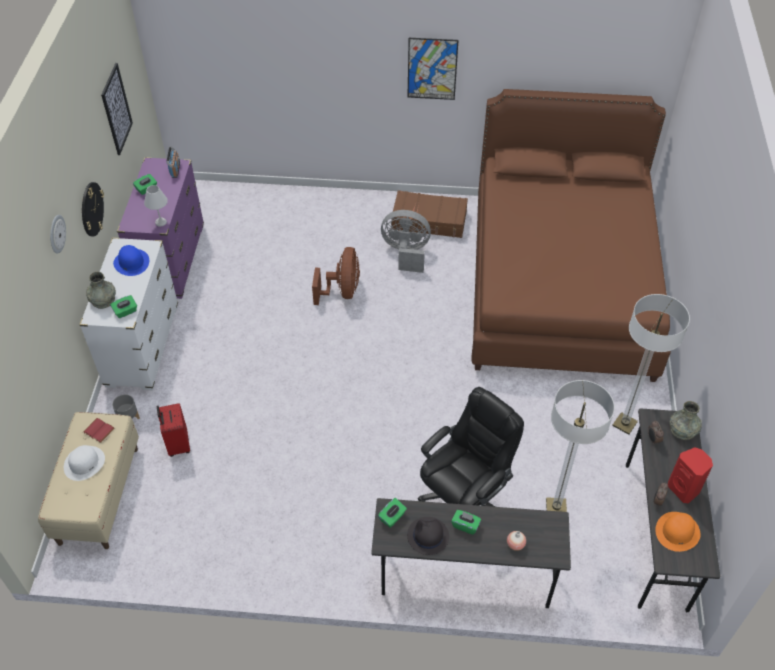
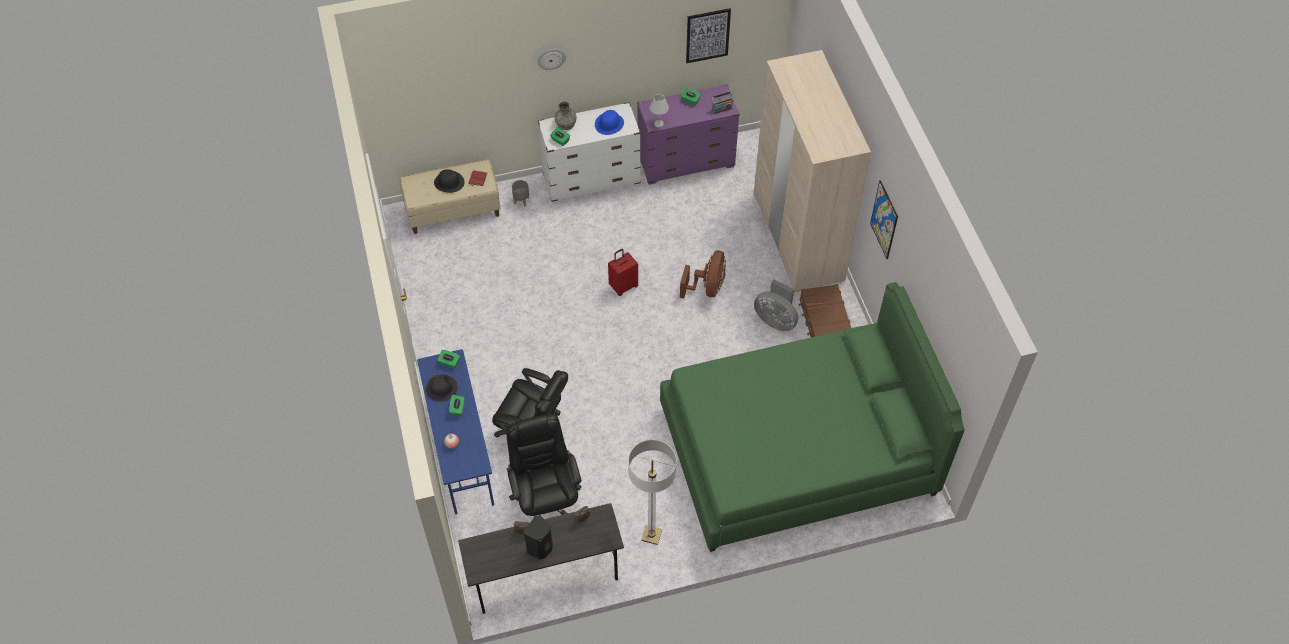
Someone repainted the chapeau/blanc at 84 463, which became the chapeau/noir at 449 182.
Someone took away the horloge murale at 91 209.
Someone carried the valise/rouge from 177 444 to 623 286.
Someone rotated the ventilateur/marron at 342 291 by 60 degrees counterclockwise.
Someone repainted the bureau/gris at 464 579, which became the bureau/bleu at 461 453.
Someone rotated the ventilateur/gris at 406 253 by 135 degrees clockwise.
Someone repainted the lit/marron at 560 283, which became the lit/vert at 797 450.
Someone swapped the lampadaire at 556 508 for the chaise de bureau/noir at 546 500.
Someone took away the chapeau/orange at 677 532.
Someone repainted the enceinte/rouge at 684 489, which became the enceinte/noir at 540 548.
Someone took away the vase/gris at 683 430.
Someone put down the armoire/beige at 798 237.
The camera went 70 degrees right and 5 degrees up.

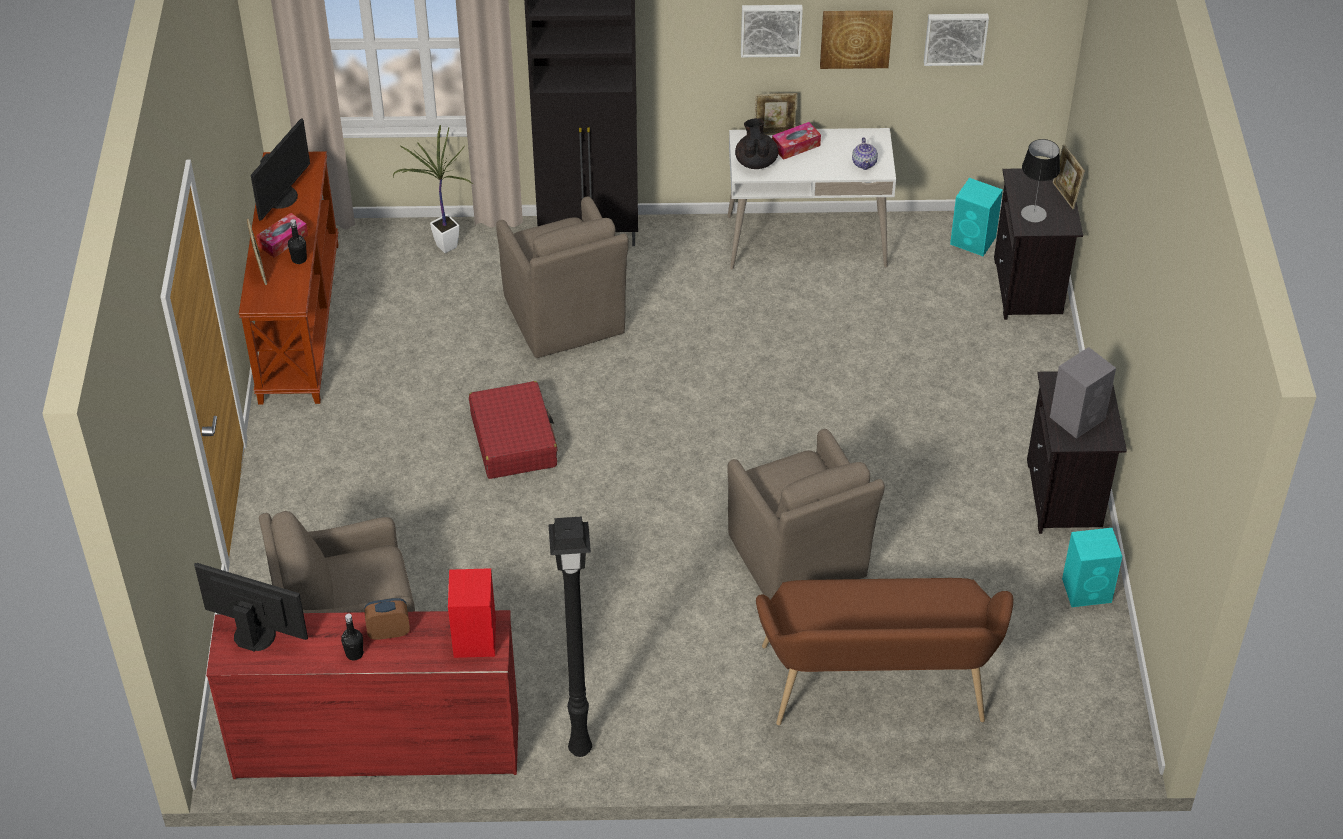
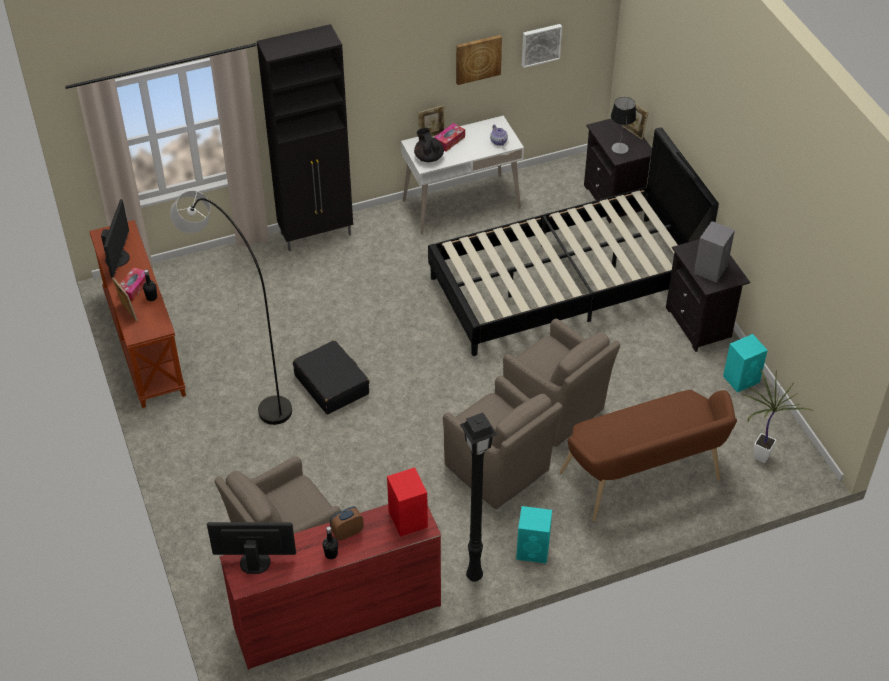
Someone carried the plante en pot from 442 247 to 758 458.
Someone repainted the valise/rouge at 514 440, which became the valise/noir at 331 384.
Someone carried the fauteuil/marron from 564 318 to 498 470.
Someone took away the tableau at 771 28.
Someone carried the enceinte/turquoise from 974 241 to 533 550.
Someone put down the lampadaire/gris at 240 373.
Someone put down the lit/noir at 565 284.
The camera went 20 degrees left and 0 degrees up.

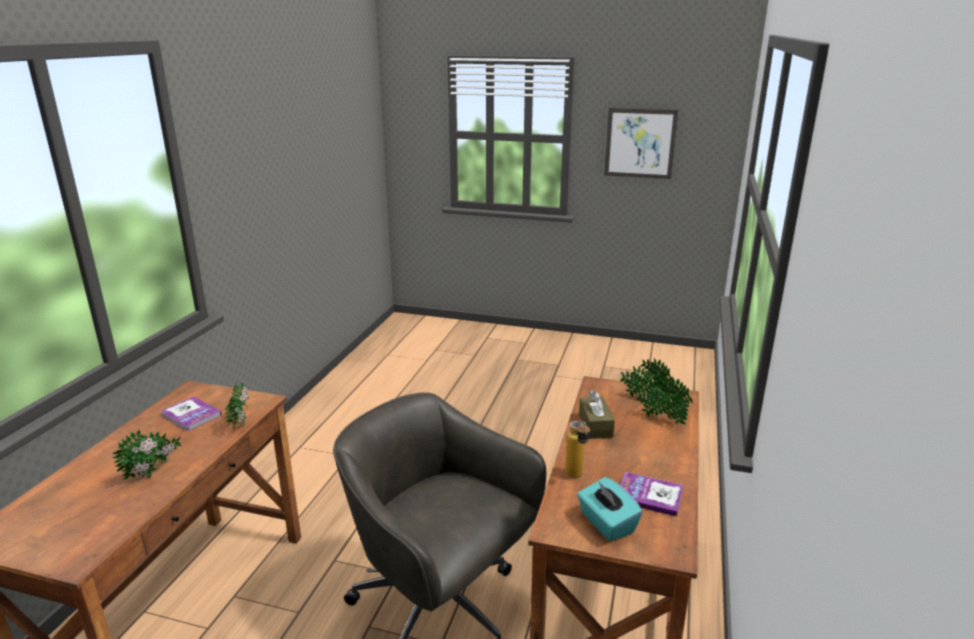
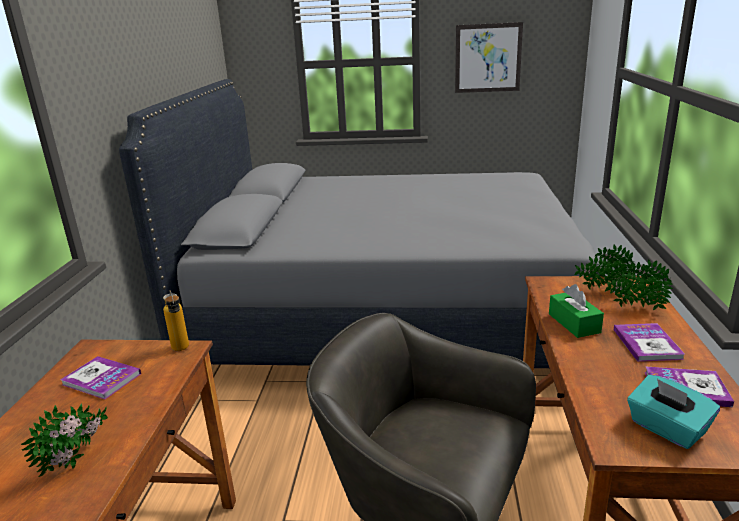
Someone took away the plante en pot at 241 423.
Someone carried the bouteille from 576 478 to 181 350.
Someone repainted the boîte à mouchoirs/marron at 595 425, which became the boîte à mouchoirs/vert at 574 323.
Someone put down the lit/gris at 390 312.
Someone put down the livre at 647 344.
The camera went 10 degrees left and 0 degrees up.

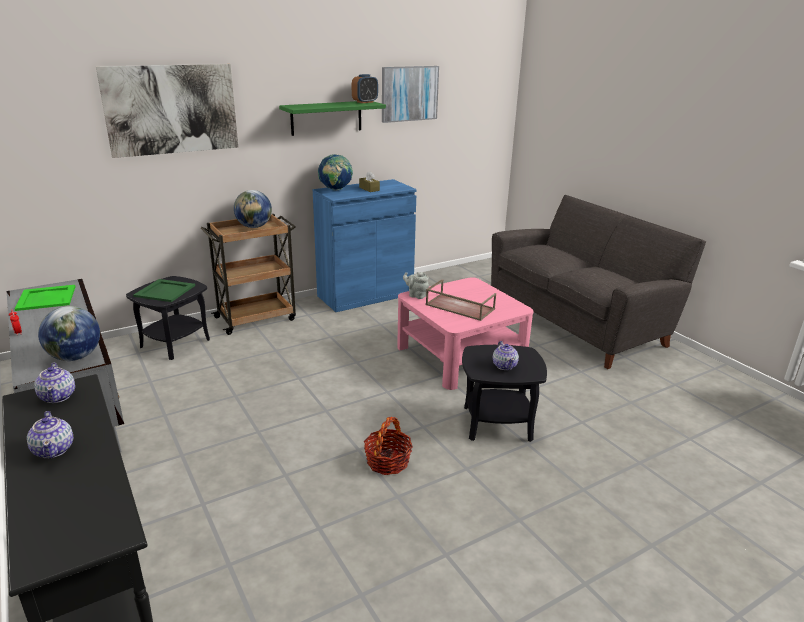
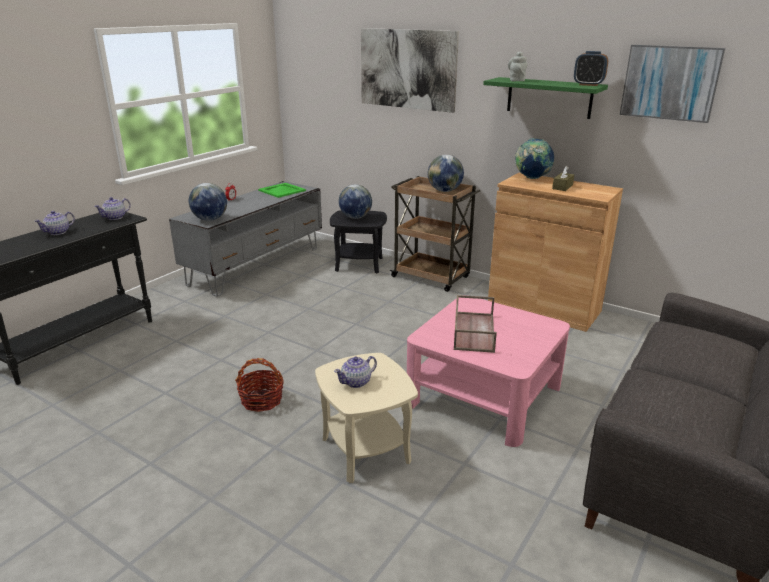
Someone swapped the plateau/vert at 164 291 for the globe at 355 217.
Someone repainted the meuble de rangement/bleu at 365 295, which became the meuble de rangement/marron at 543 308.
Someone carried the théière/gris from 416 295 to 516 80.
Someone repainted the table d'appoint/noir at 497 423, which became the table d'appoint/beige at 366 451.
The camera went 65 degrees right and 0 degrees up.

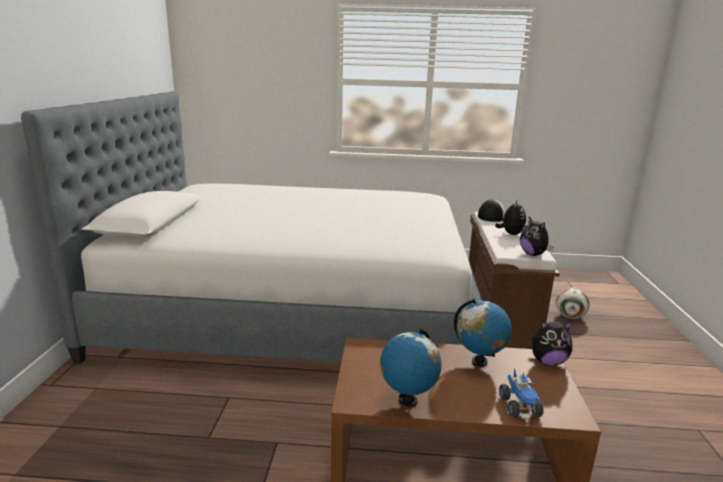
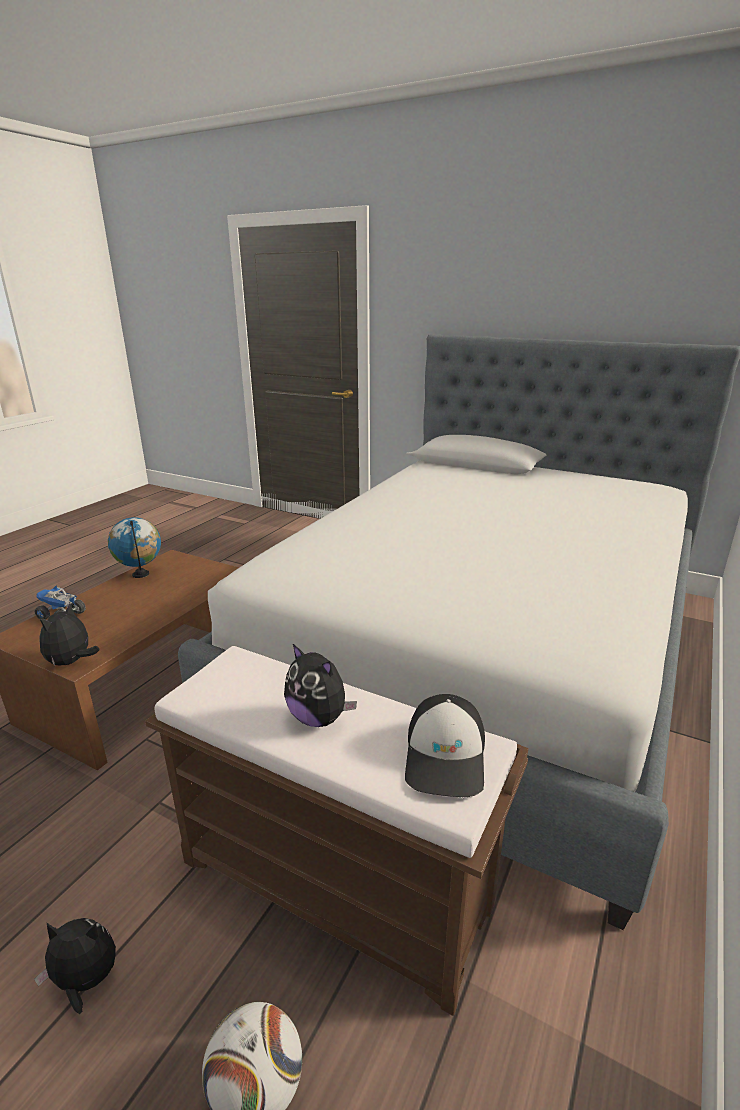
Someone took away the globe at 479 362.
Someone carried the peluche from 533 254 to 85 981.
The camera went 115 degrees right and 5 degrees up.

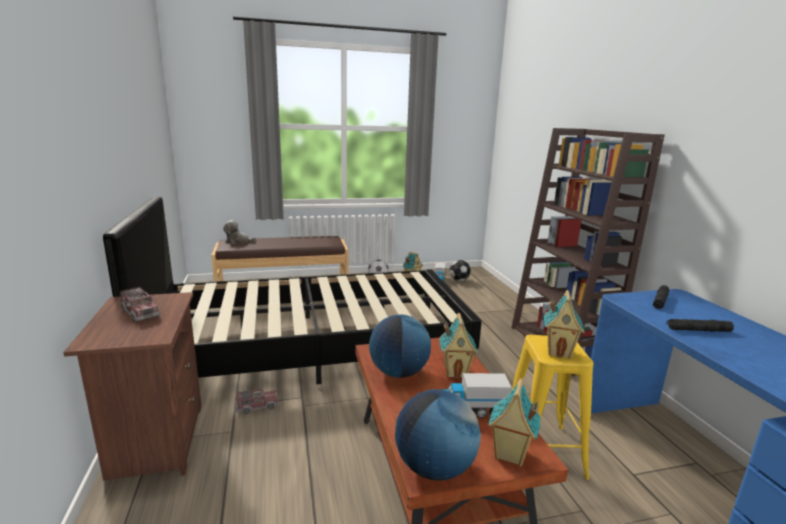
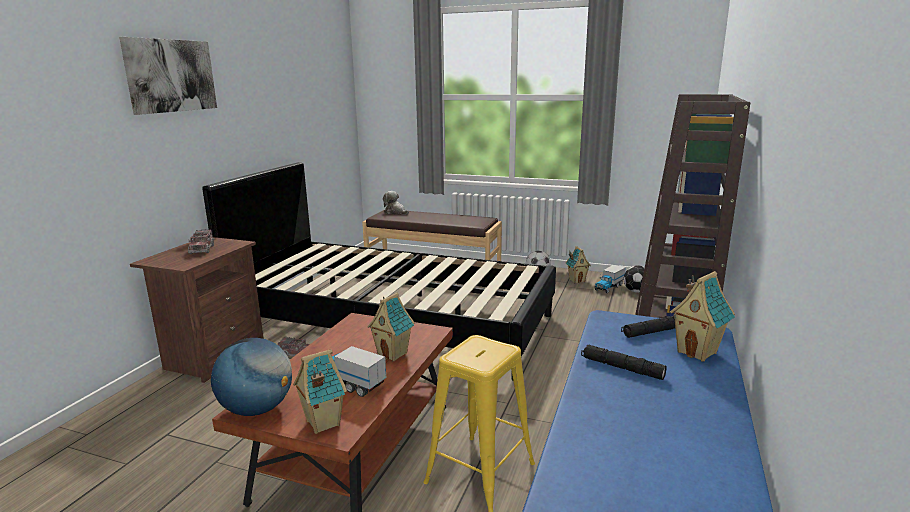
Someone took away the globe at 398 372.
Someone carried the maison miniature from 559 352 to 697 352.
Someone put up the tableau at 170 75.
The camera went 35 degrees right and 0 degrees up.

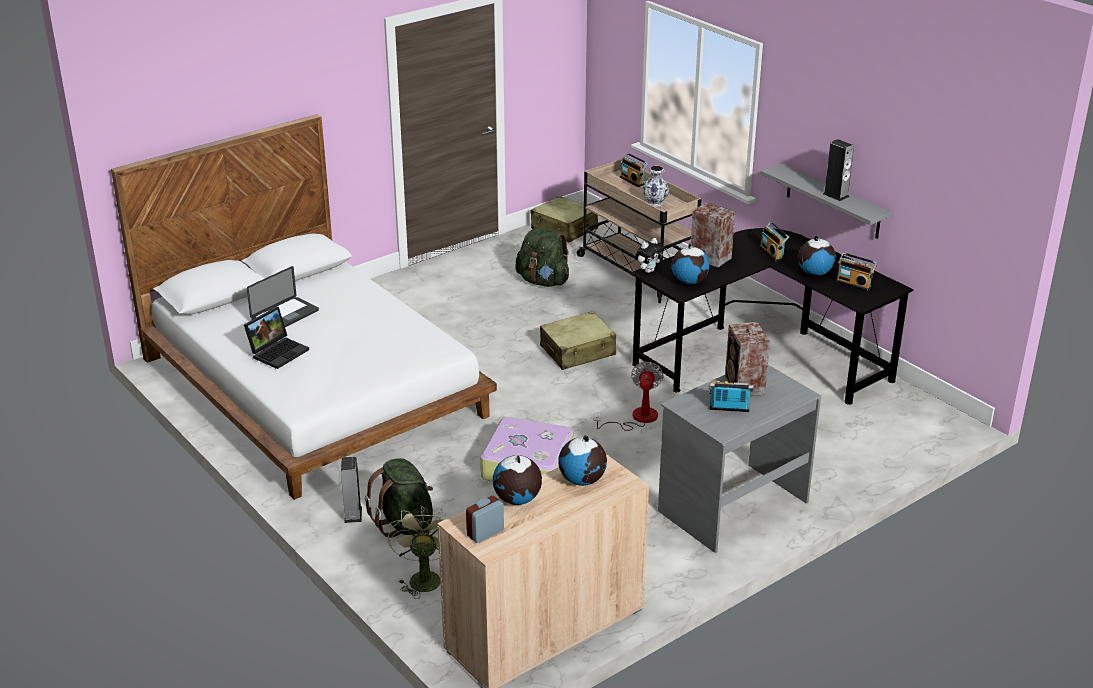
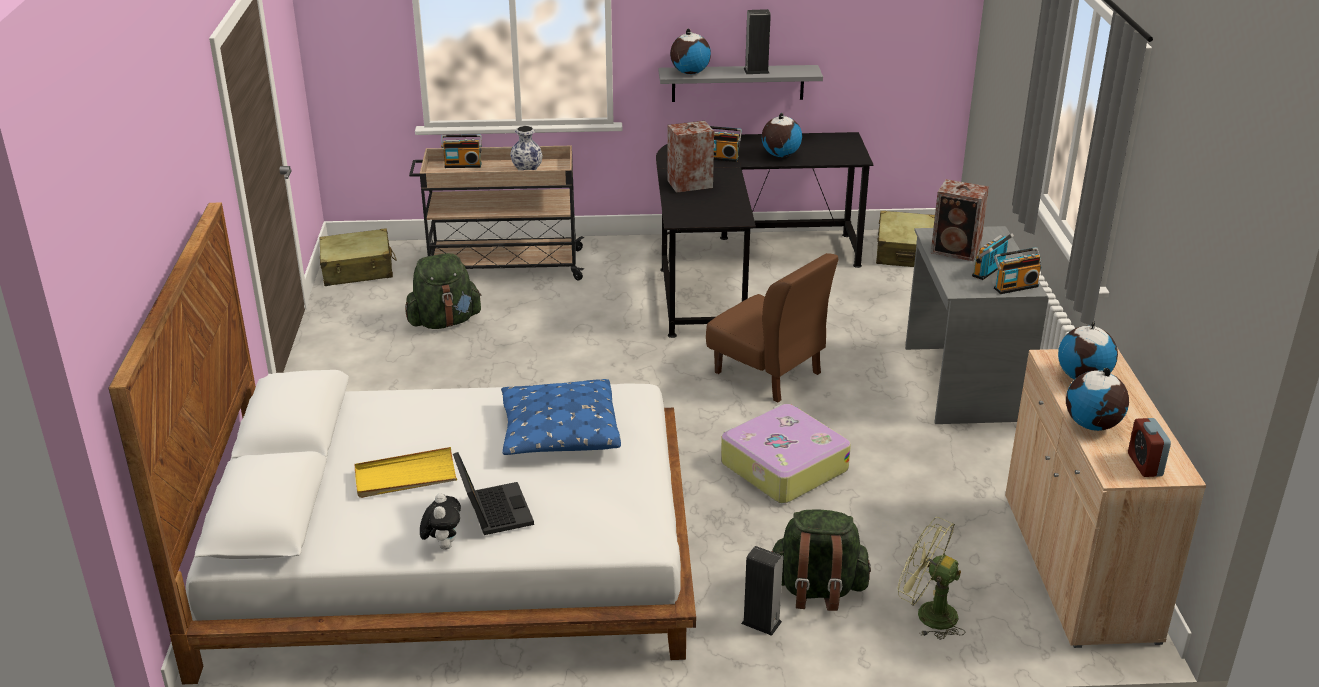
Someone swapped the ordinateur portable at 285 316 for the plateau/jaune at 405 477.
Someone carried the valise/beige from 578 351 to 904 251.
Someone swapped the ventilateur at 636 418 for the chaise/marron at 768 373.
Someone carried the peluche from 648 270 to 443 545.
Someone carried the globe from 689 281 to 689 73.
Someone carried the radio from 854 284 to 1014 286.
Someone put down the coussin/bleu at 559 432.
The camera went 55 degrees left and 0 degrees up.

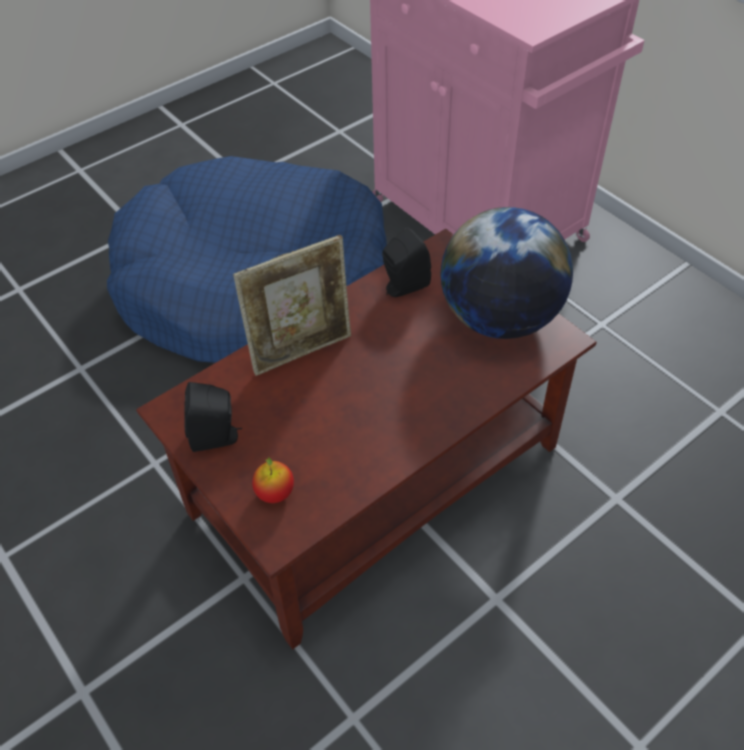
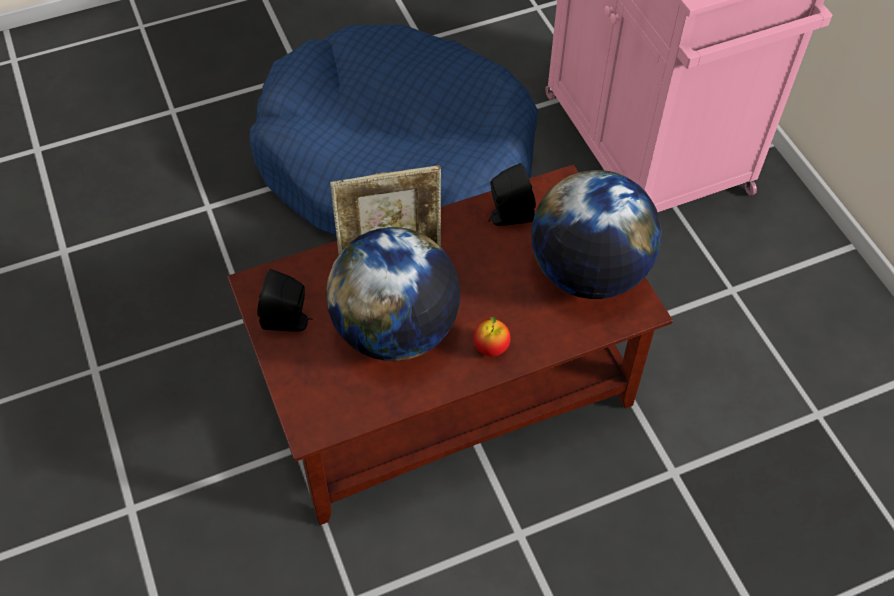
Someone carried the pomme from 275 493 to 491 347.
Someone put down the globe at 396 330.
The camera went 15 degrees right and 5 degrees up.

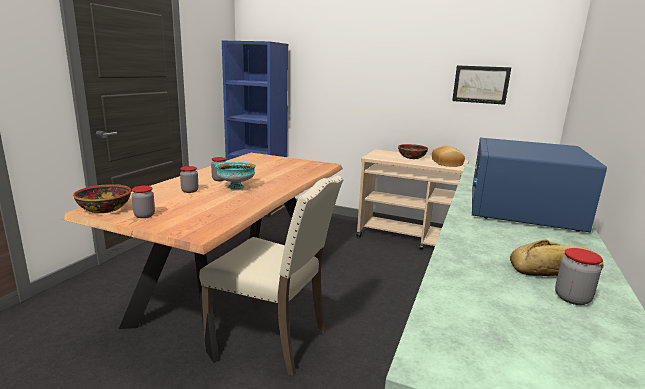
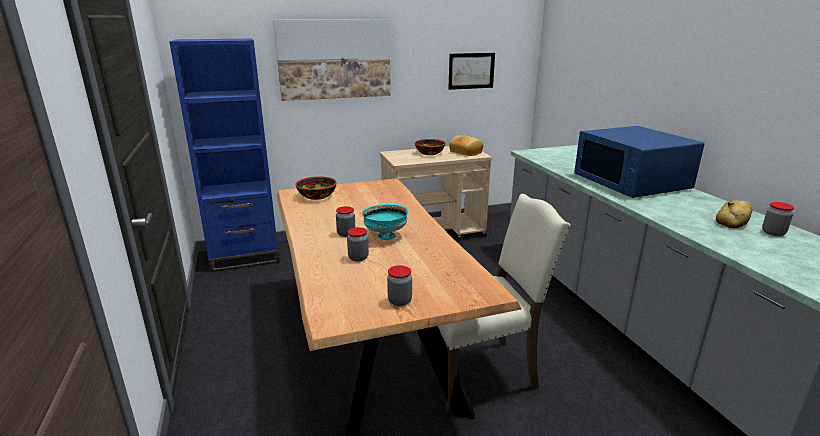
Someone carried the bol from 105 209 to 316 196.
Someone put up the tableau at 334 59.
The camera went 40 degrees left and 5 degrees up.

